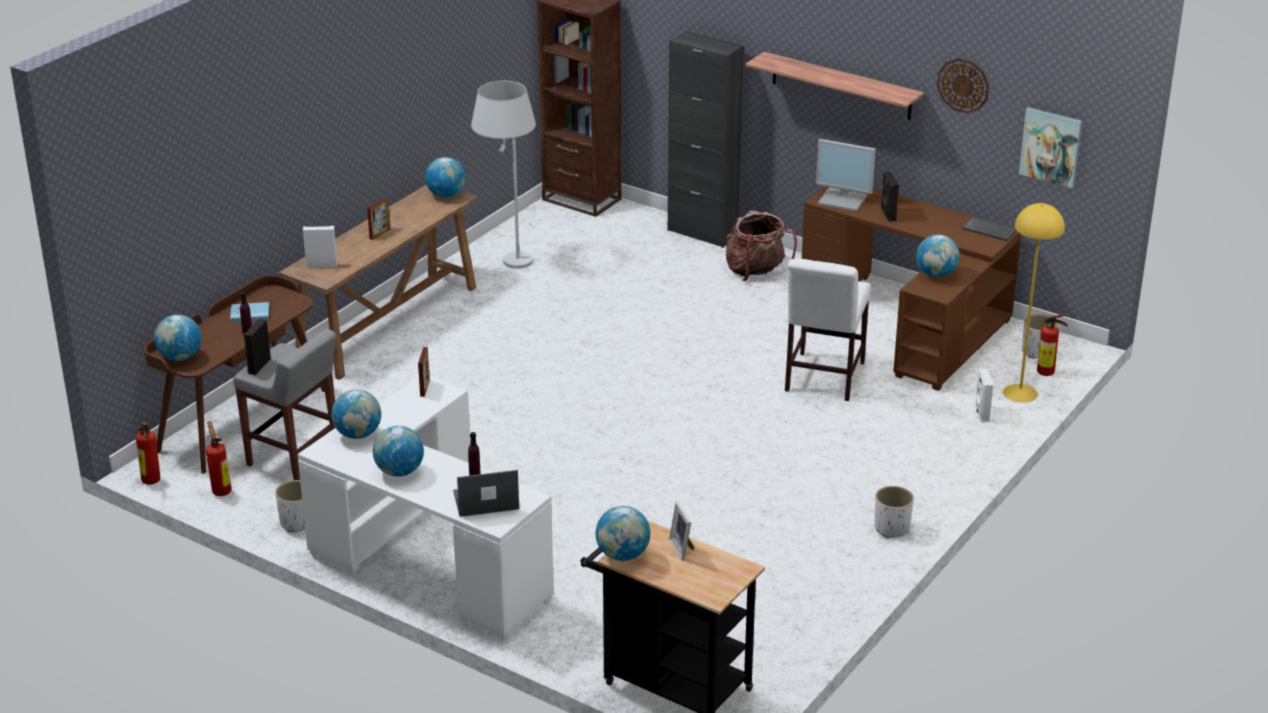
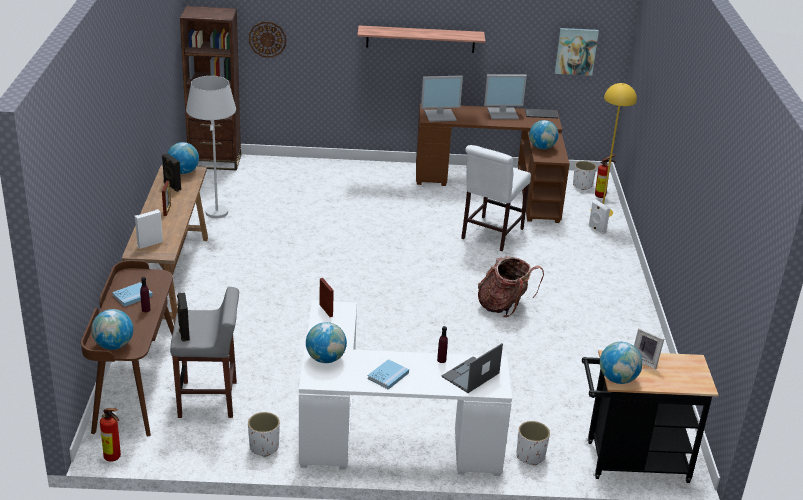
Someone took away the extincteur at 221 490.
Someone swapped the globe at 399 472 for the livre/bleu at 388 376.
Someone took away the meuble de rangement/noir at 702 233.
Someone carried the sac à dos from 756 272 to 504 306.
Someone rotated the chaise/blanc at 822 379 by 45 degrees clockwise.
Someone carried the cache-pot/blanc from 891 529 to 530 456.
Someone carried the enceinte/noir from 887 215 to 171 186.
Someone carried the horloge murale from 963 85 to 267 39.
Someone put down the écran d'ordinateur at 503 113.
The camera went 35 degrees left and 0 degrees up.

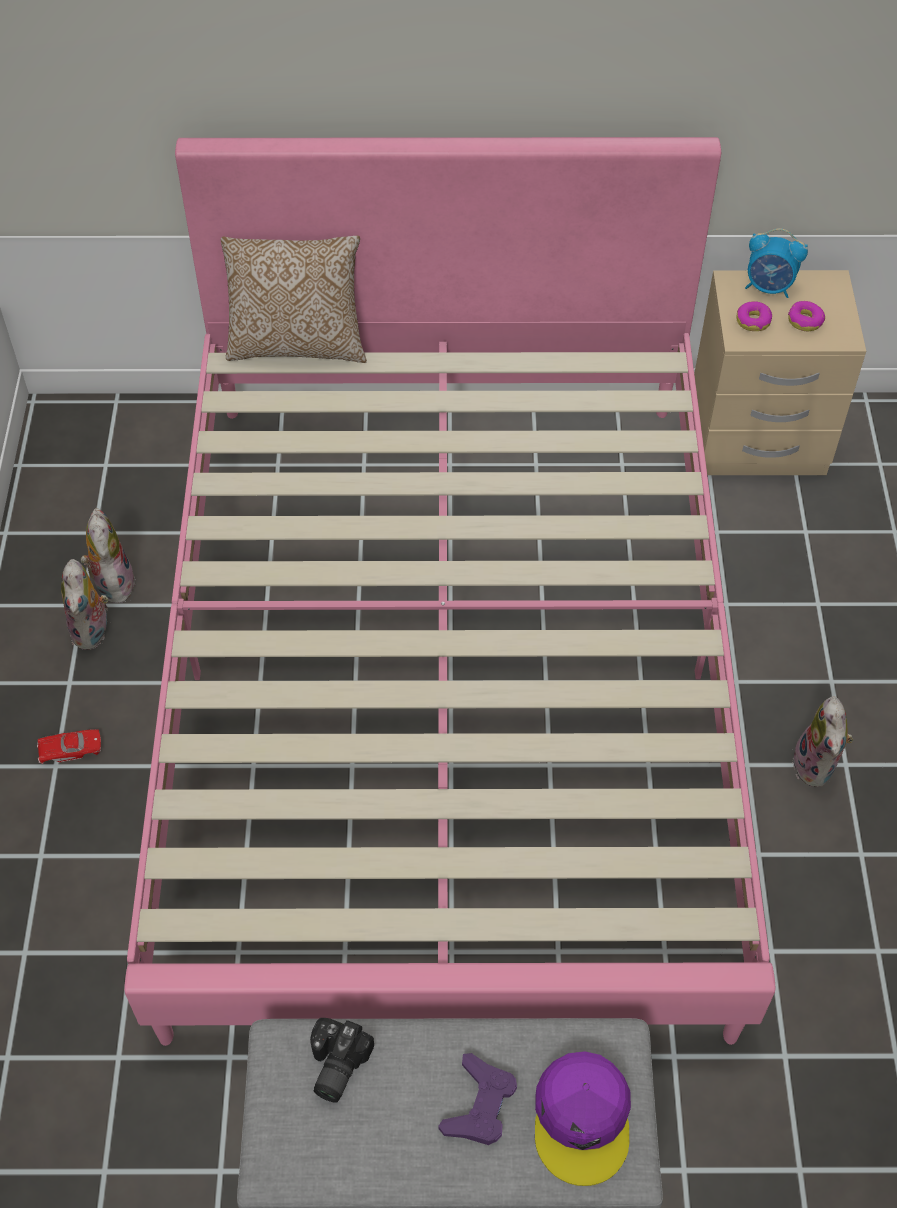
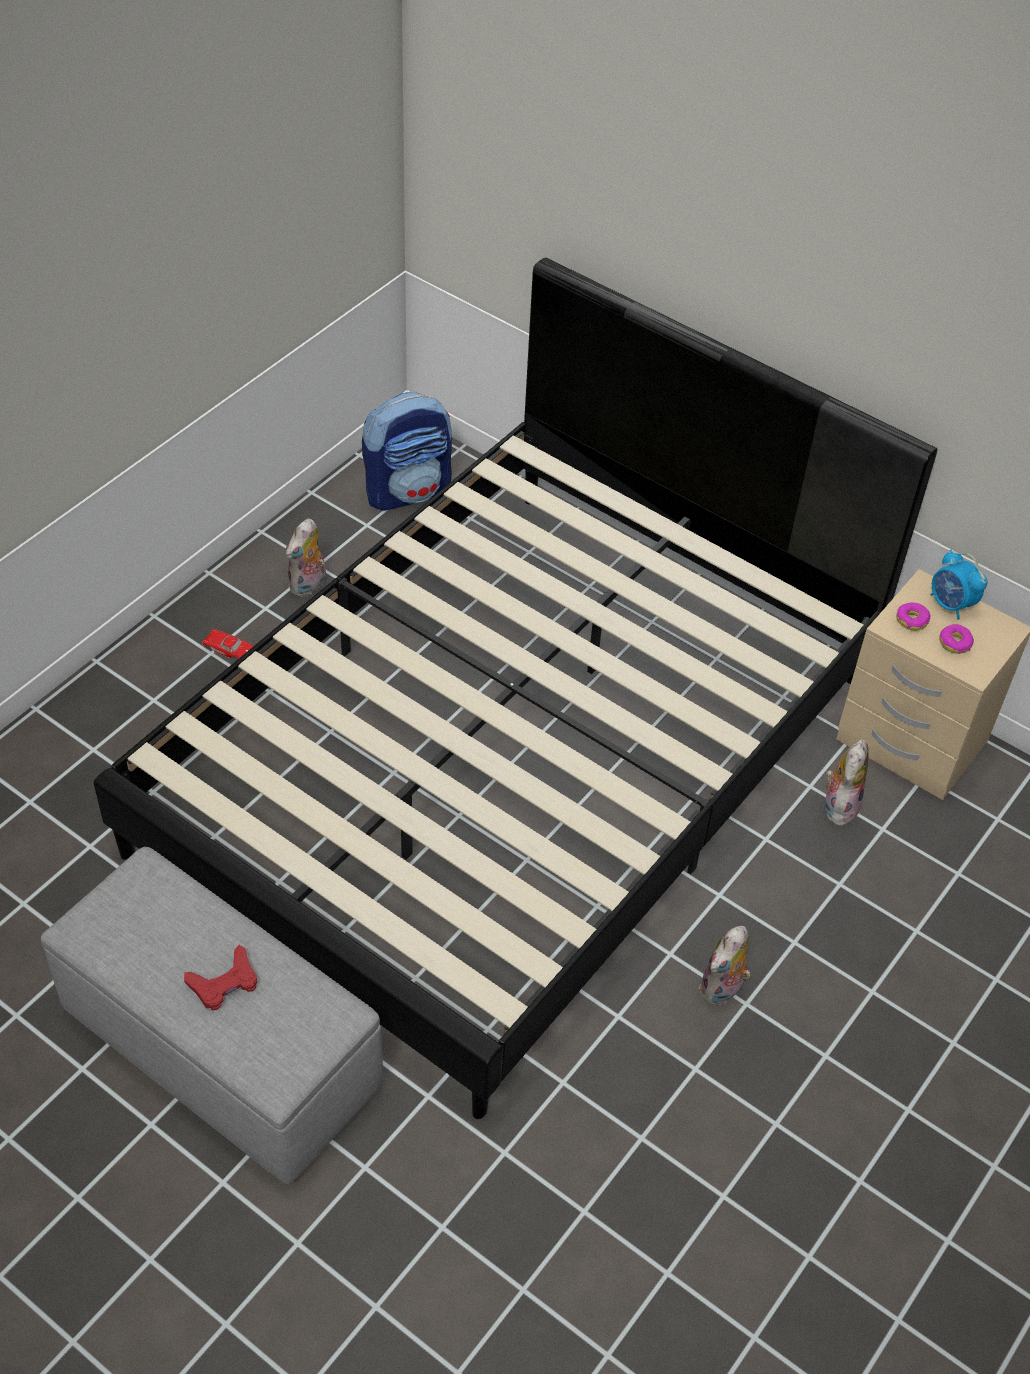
Someone carried the peluche from 112 582 to 839 805.
Someone repainted the lit/rose at 450 678, which became the lit/noir at 512 761.
Someone took away the coussin at 298 344.
Someone took away the appareil photo at 334 1066.
Someone repainted the manette/violet at 479 1104, which became the manette/rouge at 224 983.
Someone took away the casquette/violet at 582 1119.
Someone put down the sac à dos at 408 491.
The camera went 35 degrees right and 5 degrees down.

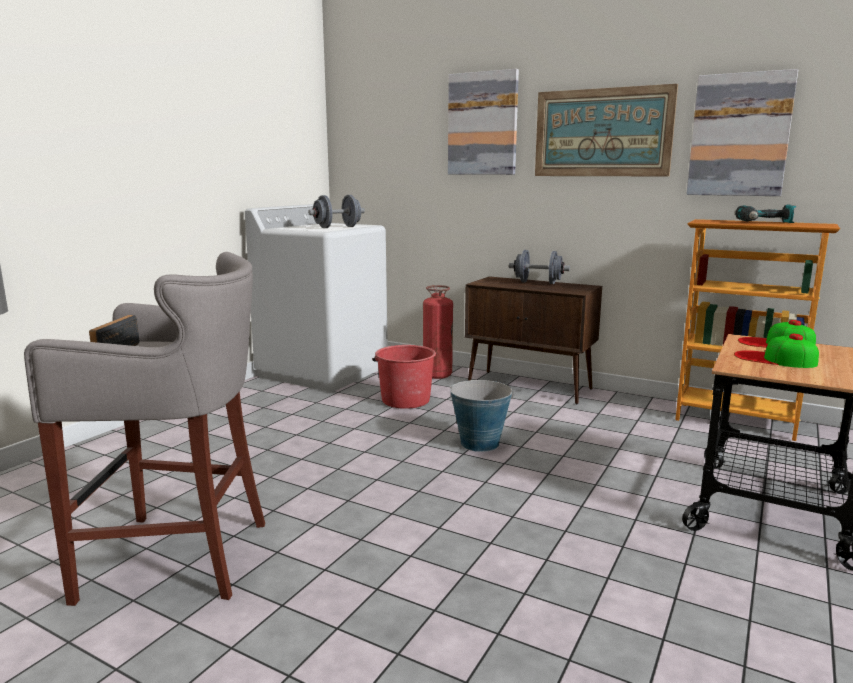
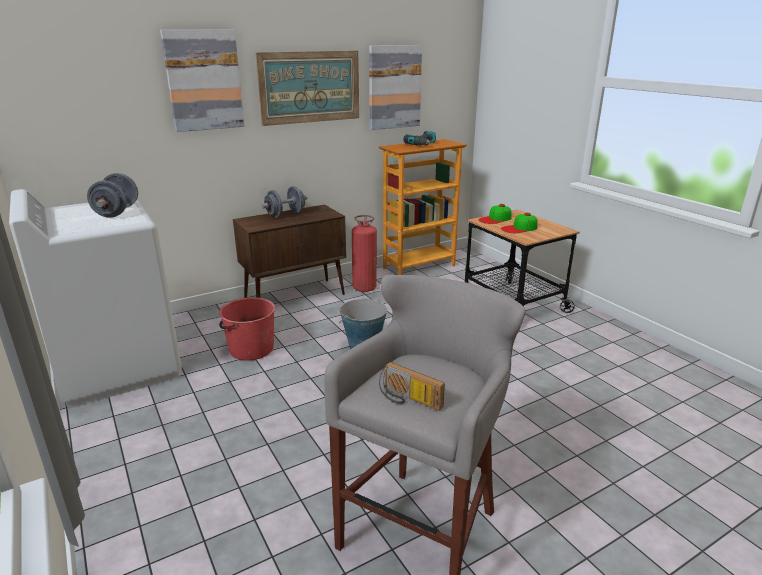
Someone carried the extincteur from 437 375 to 364 288.
The camera went 60 degrees left and 10 degrees up.

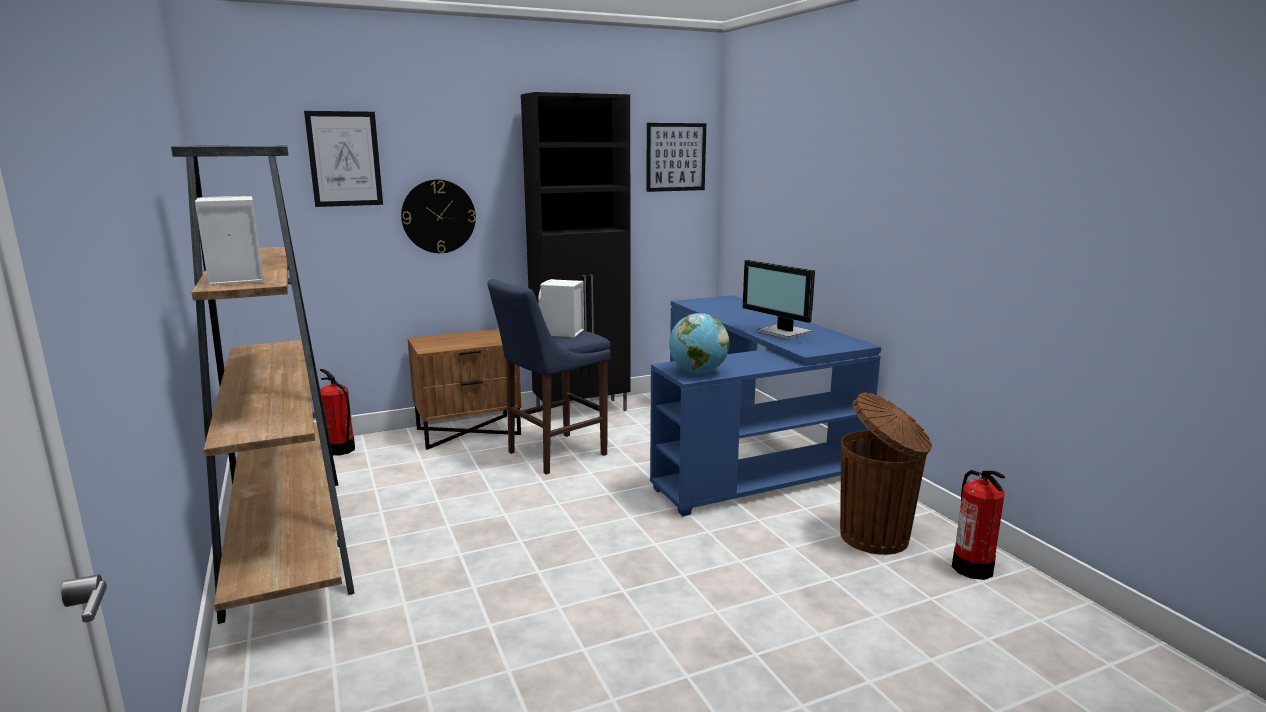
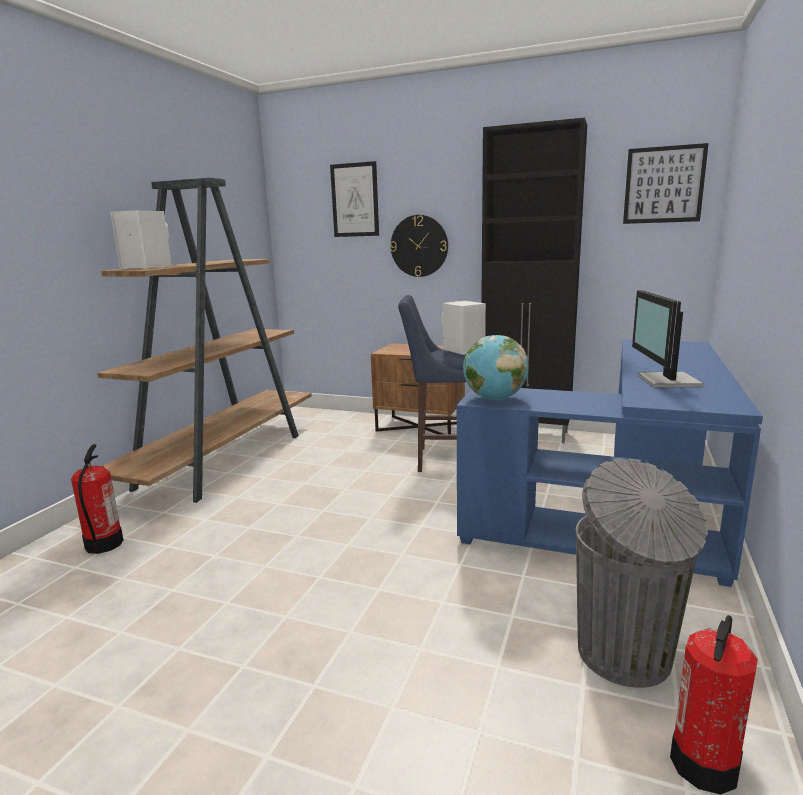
Someone carried the extincteur from 340 450 to 103 544.
Someone repainted the poubelle/marron at 876 537, which became the poubelle/gris at 626 656.
The camera went 45 degrees right and 0 degrees up.

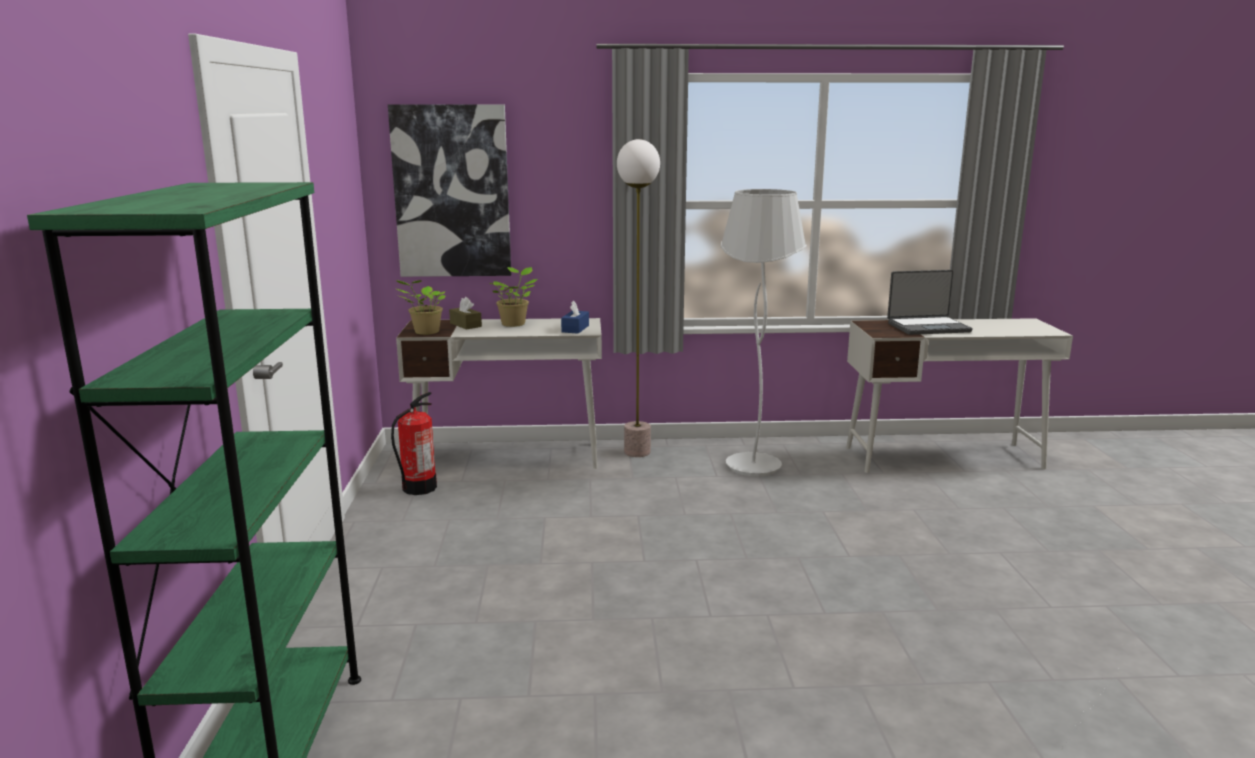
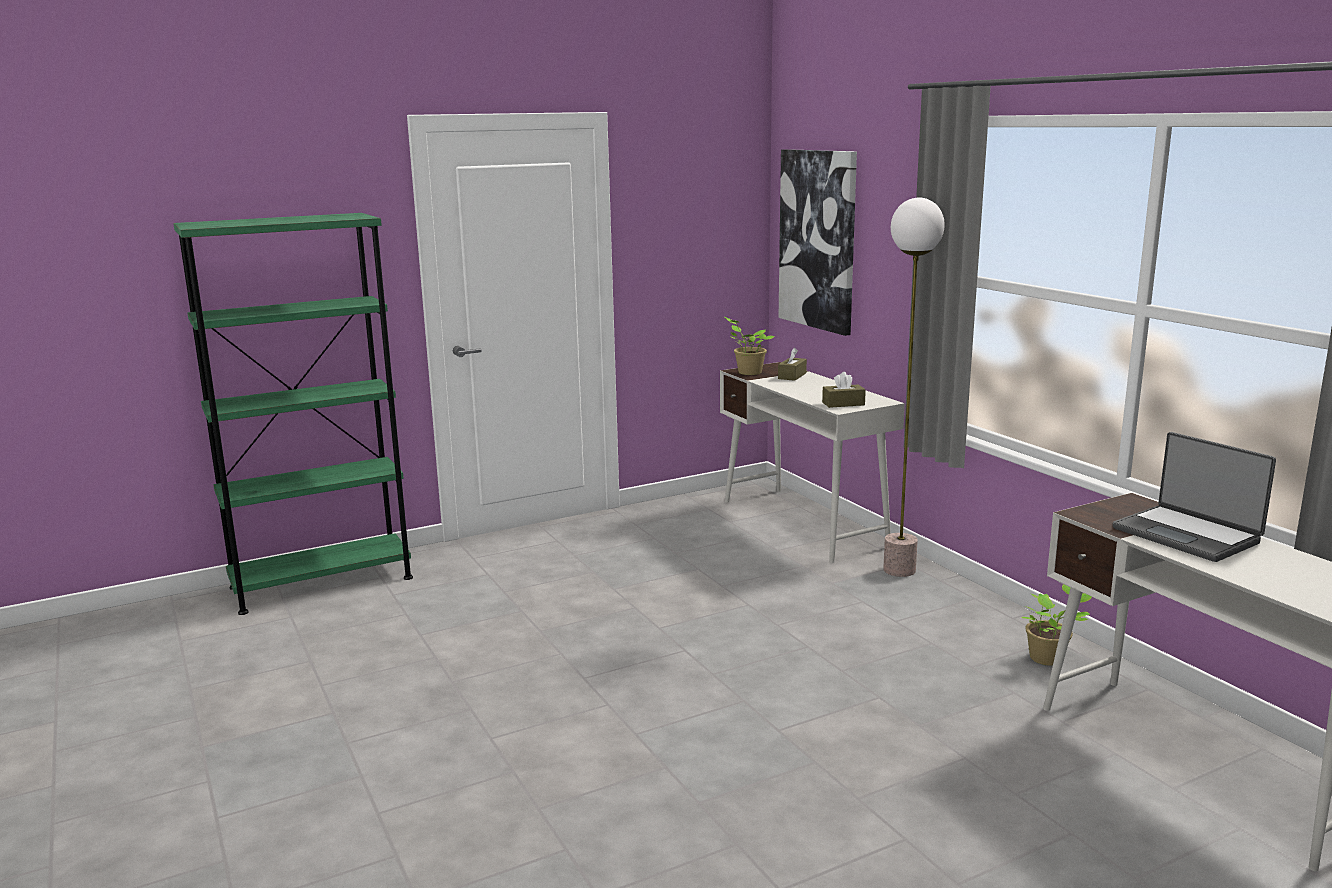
Someone took away the extincteur at 419 488.
Someone carried the plante en pot from 514 323 to 1049 658.
Someone repainted the boîte à mouchoirs/bleu at 575 329, which became the boîte à mouchoirs/marron at 843 404.
Someone took away the lampadaire/blanc at 753 467.
The camera went 65 degrees right and 0 degrees up.

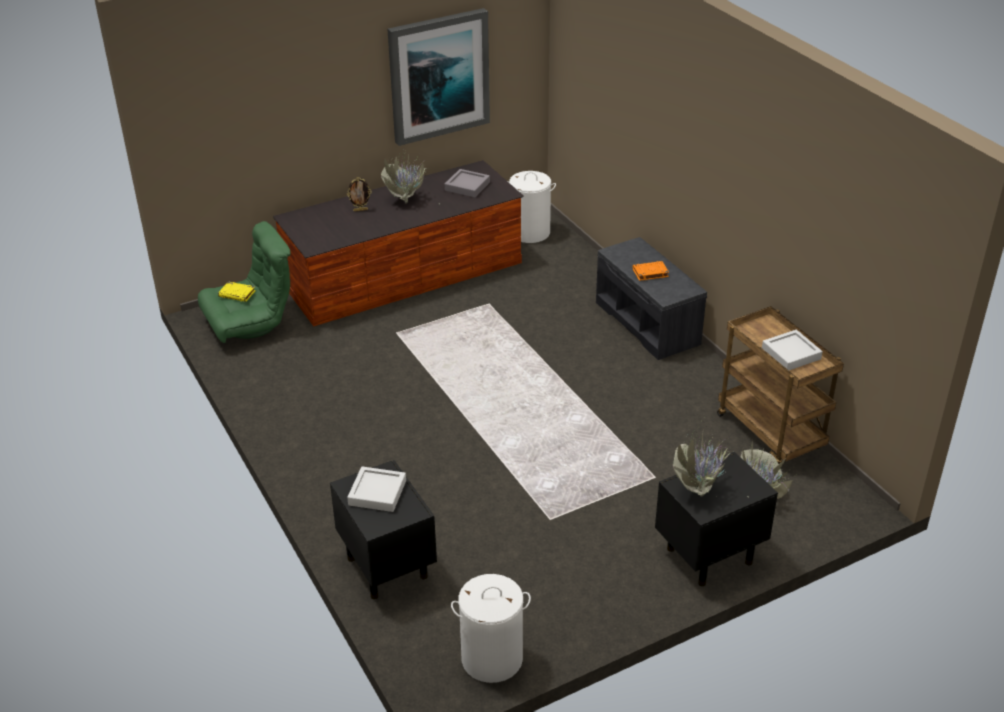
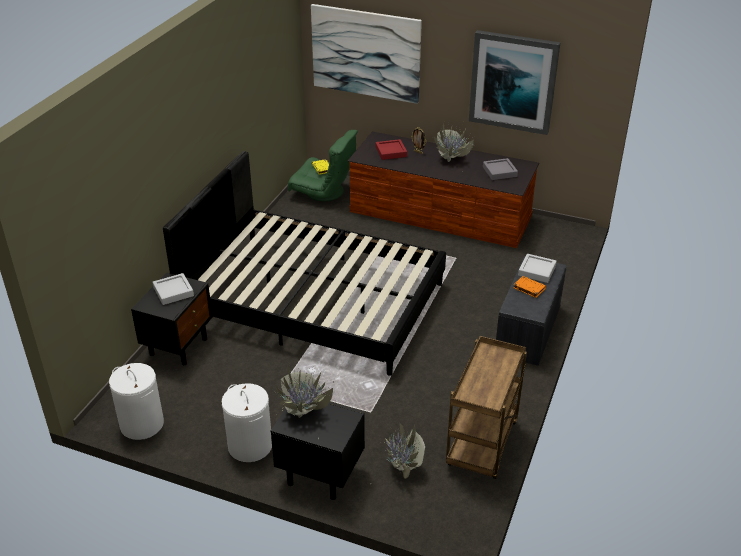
Someone carried the panier à linge/blanc from 529 233 to 250 446.
Someone carried the plateau/gris from 791 354 to 536 271.
Someone put down the lit/noir at 314 300.
Someone put up the tableau at 366 53.
Someone put down the plateau/rouge at 391 152.
The camera went 50 degrees right and 0 degrees up.

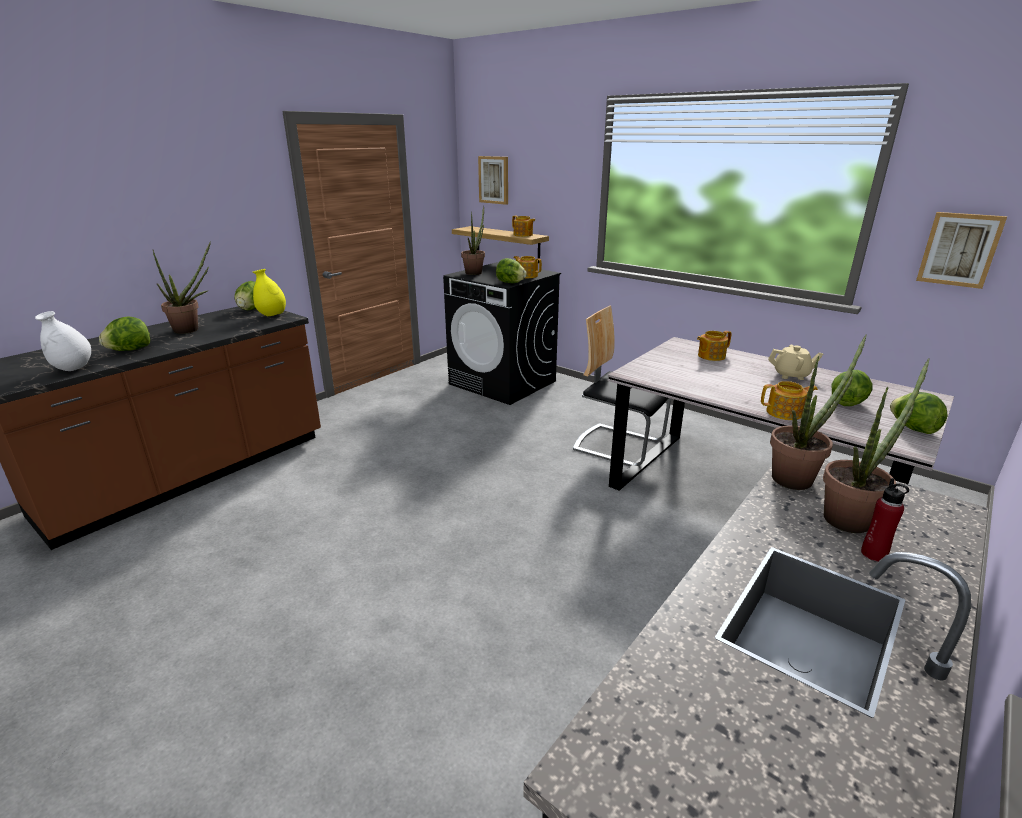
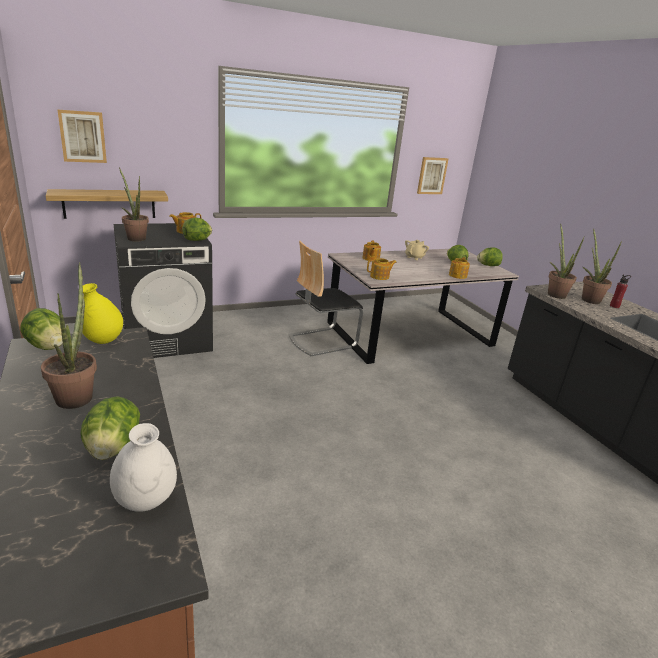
Someone carried the théière from 523 235 to 380 276.
The camera went 65 degrees left and 0 degrees up.

